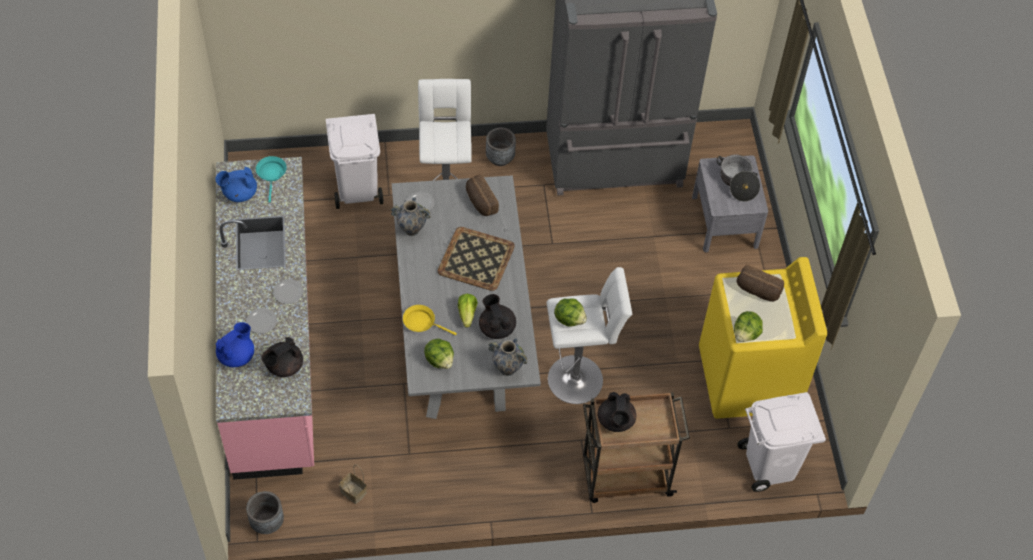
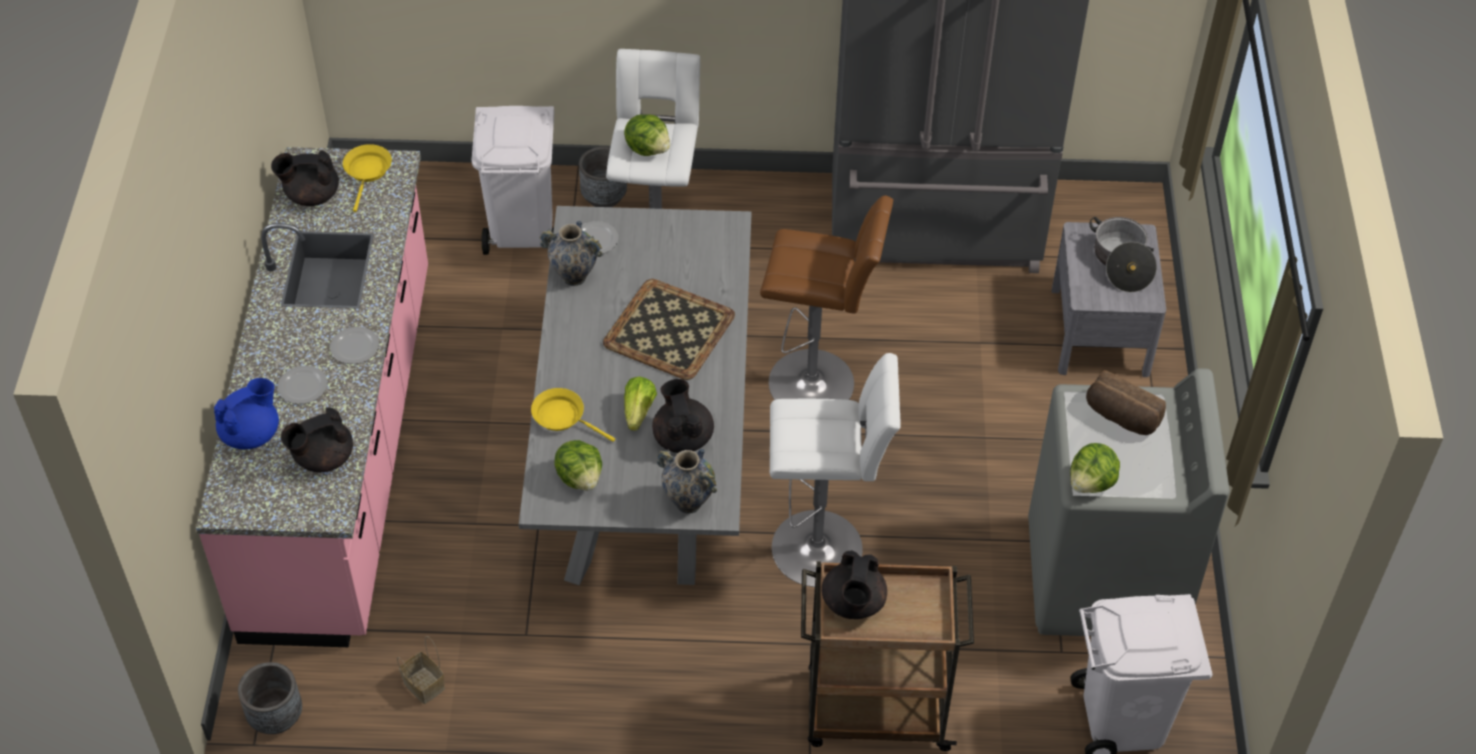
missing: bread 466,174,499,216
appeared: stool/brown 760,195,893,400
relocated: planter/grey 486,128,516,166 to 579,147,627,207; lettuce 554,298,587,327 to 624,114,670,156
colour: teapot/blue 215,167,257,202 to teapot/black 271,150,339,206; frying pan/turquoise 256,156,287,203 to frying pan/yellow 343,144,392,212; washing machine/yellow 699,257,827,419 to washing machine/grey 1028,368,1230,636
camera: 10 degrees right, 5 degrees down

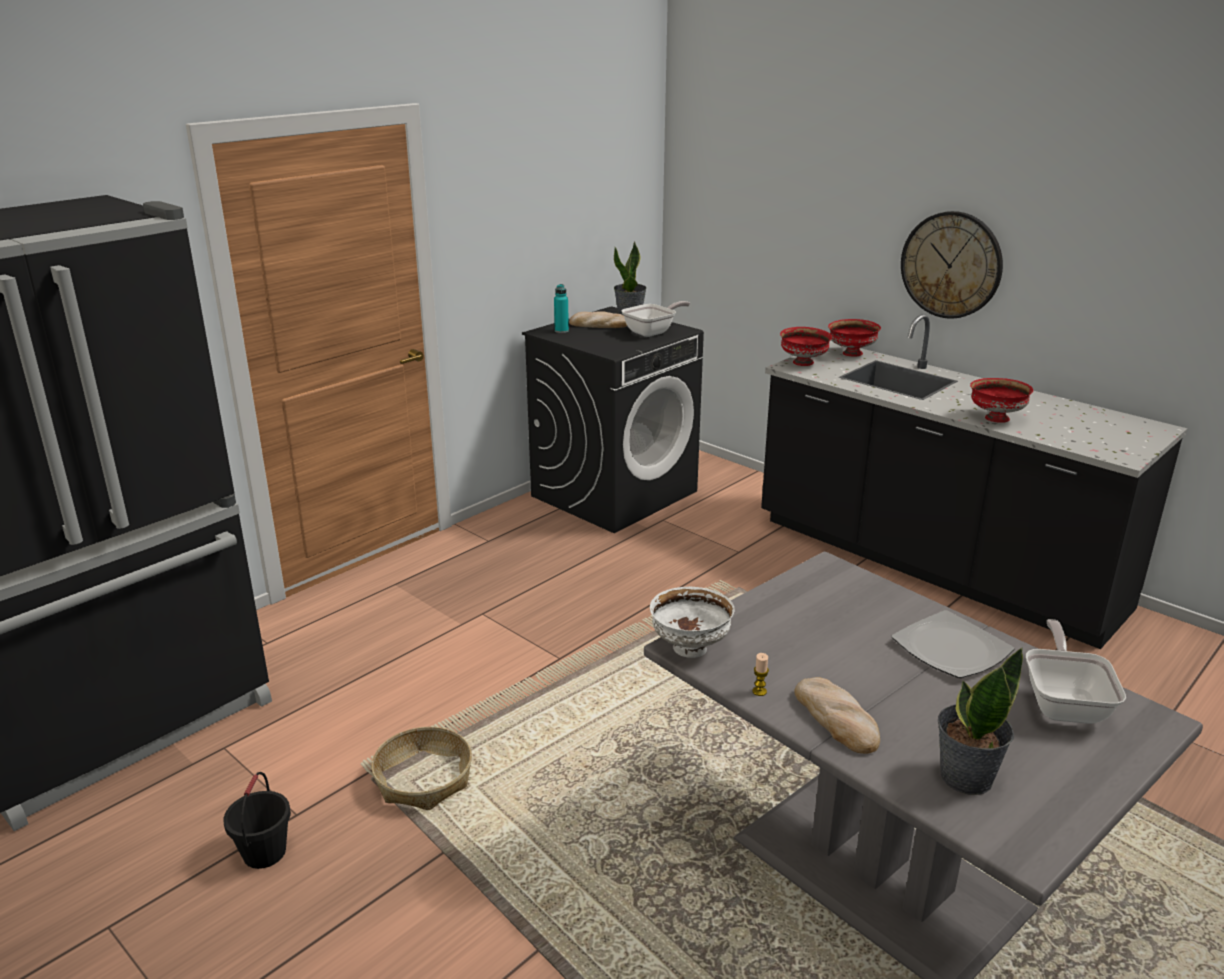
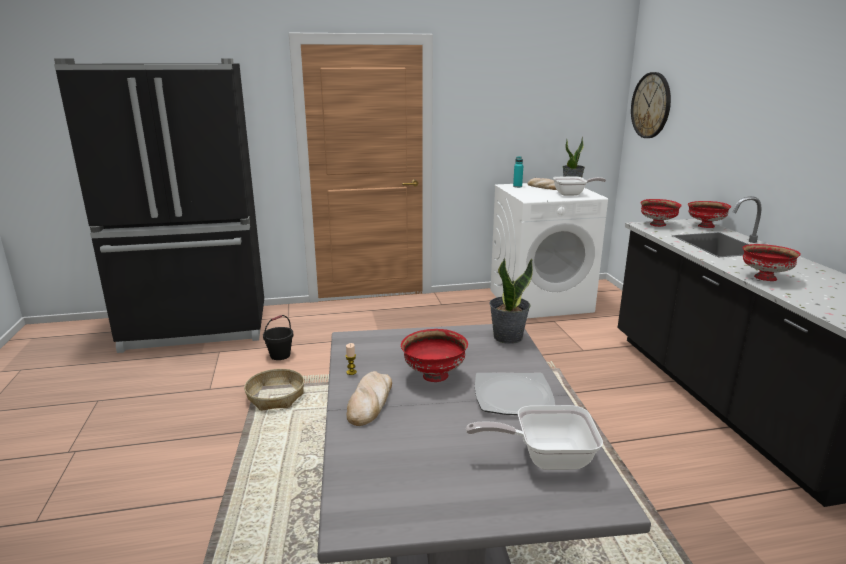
missing: bowl/white 650,587,735,658
appeared: bowl/red 401,329,468,382
relocated: bucket/black 223,772,291,869 to 263,315,294,360; wall clock 901,211,1003,319 to 631,72,671,138; potted plant 938,648,1023,795 to 489,258,533,344
colour: washing machine/black 522,306,704,533 to washing machine/white 490,183,608,318
spun: frying pan 1026,619,1126,724 = 466,405,603,470 135 degrees counterclockwise
camera: 35 degrees right, 5 degrees down

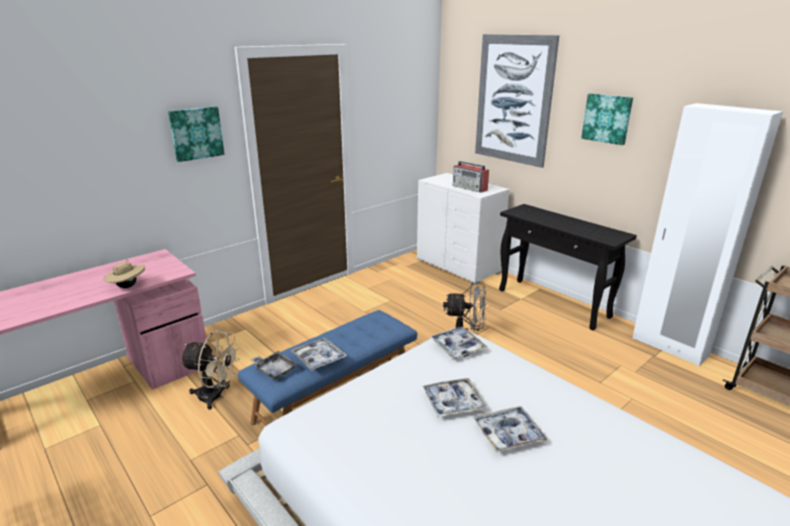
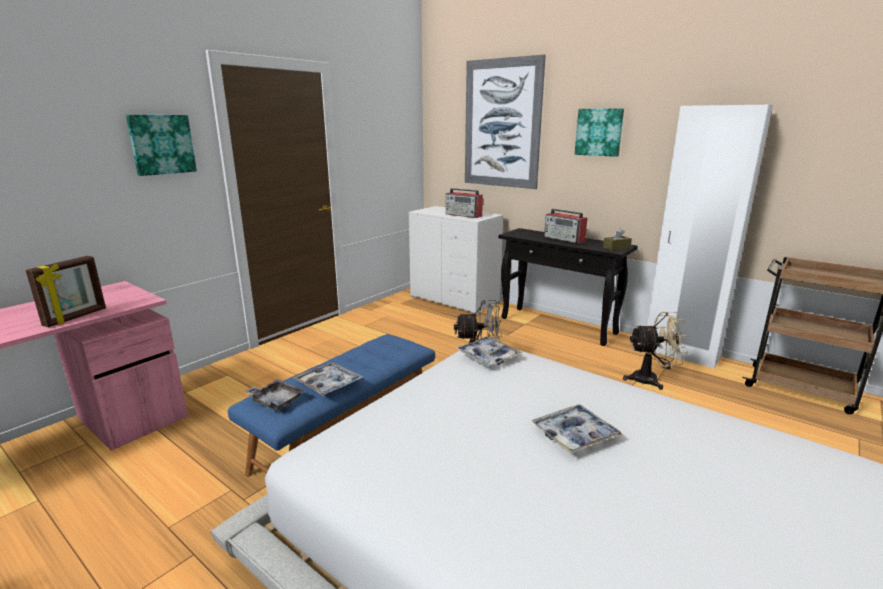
missing: tray 423,378,487,417
appeared: radio 544,209,587,244; tissue box/brown 603,228,632,251
relocated: fan/beige 180,330,240,410 to 623,312,689,390
exchanged: hat/beige 104,259,145,288 to picture frame 26,256,106,327
camera: 10 degrees left, 5 degrees down

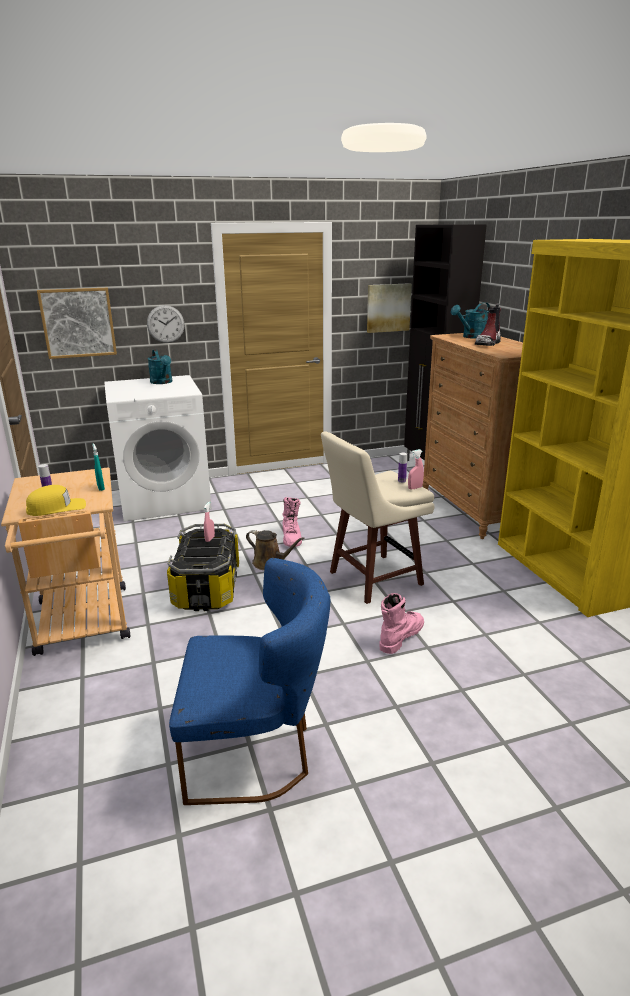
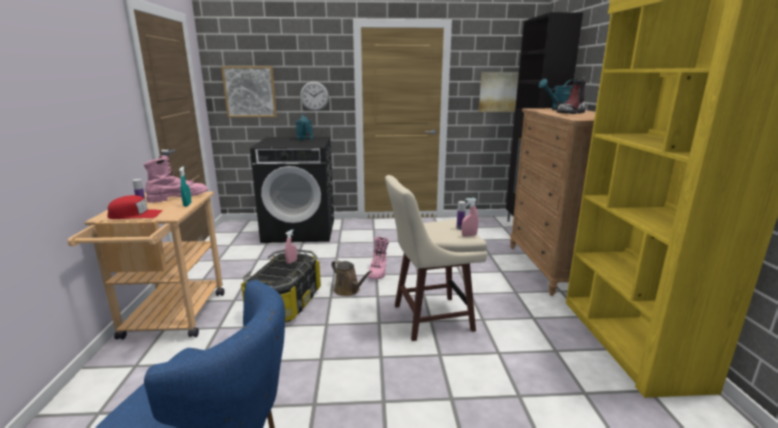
relocated: boot/pink 379,593,424,654 to 143,155,208,203
colour: cap/yellow 26,485,86,516 to cap/red 107,195,163,219; washing machine/white 104,375,212,522 to washing machine/black 250,137,334,243
camera: 15 degrees right, 5 degrees down

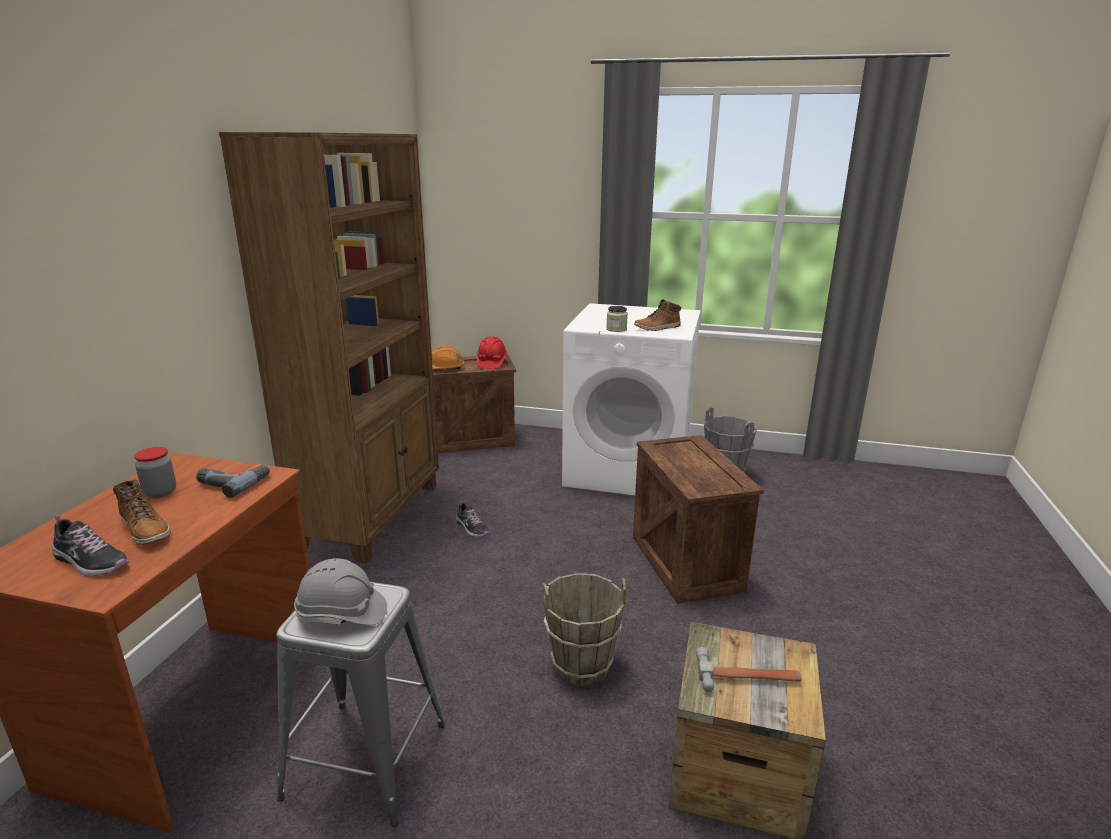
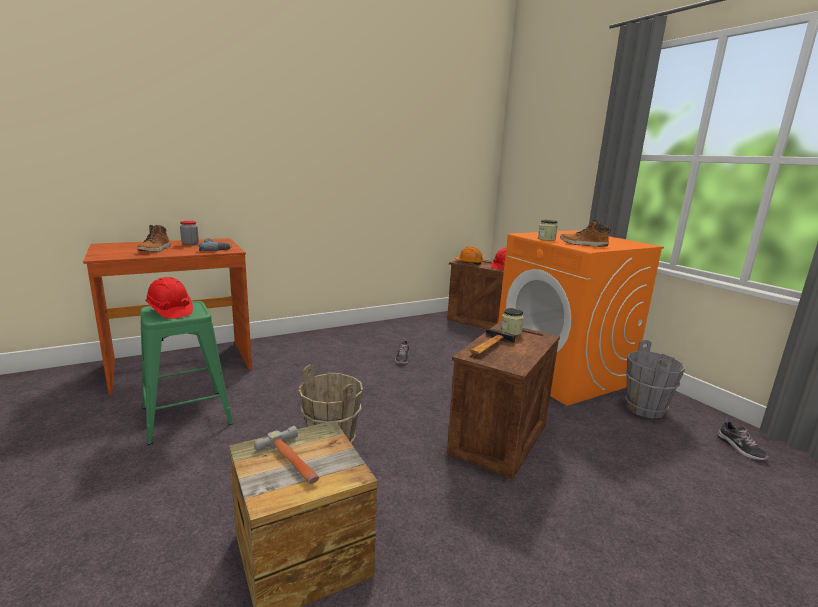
missing: bookcase/brown 219,132,439,563
appeared: hammer 470,329,516,354; jar 501,308,524,335
relocated: shoe 52,515,129,576 to 717,419,769,460
colour: stool/grey 276,582,445,827 to stool/green 140,301,233,445; hard hat/grey 294,558,387,625 to hard hat/red 145,277,193,319; washing machine/white 562,303,701,496 to washing machine/orange 498,230,664,406
camera: 45 degrees right, 5 degrees down

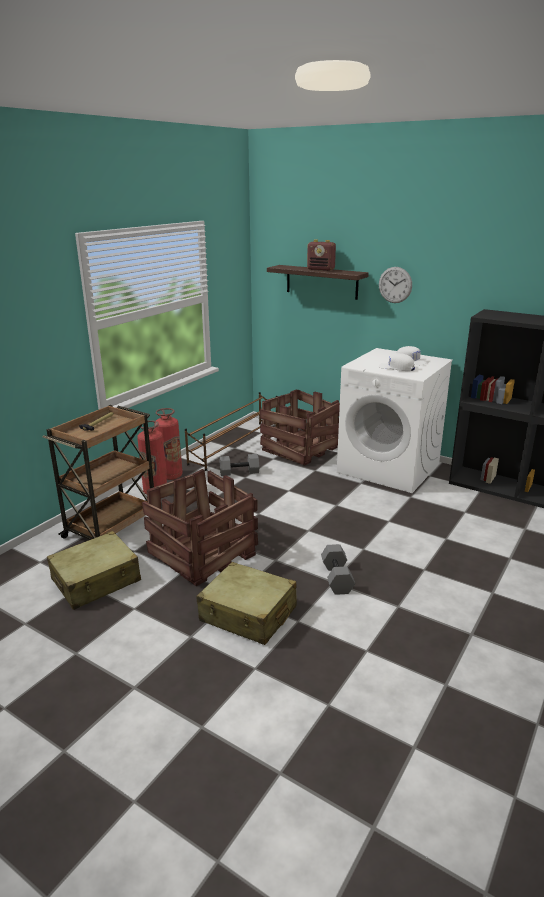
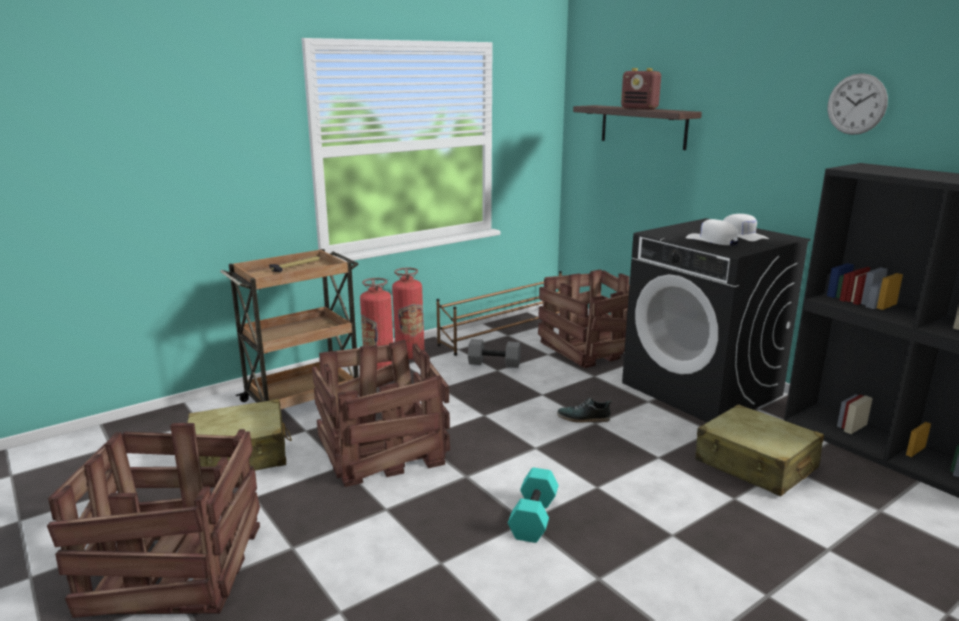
appeared: crate 47,423,260,618; shoe 557,398,612,423
relocated: suitcase/beige 197,562,297,645 to 696,404,824,496; wall clock 379,267,412,303 to 827,73,888,135
colour: dumbbell/grey 321,544,355,595 to dumbbell/turquoise 508,468,559,543; washing machine/white 337,348,453,493 to washing machine/black 622,218,811,422
camera: 20 degrees right, 5 degrees down

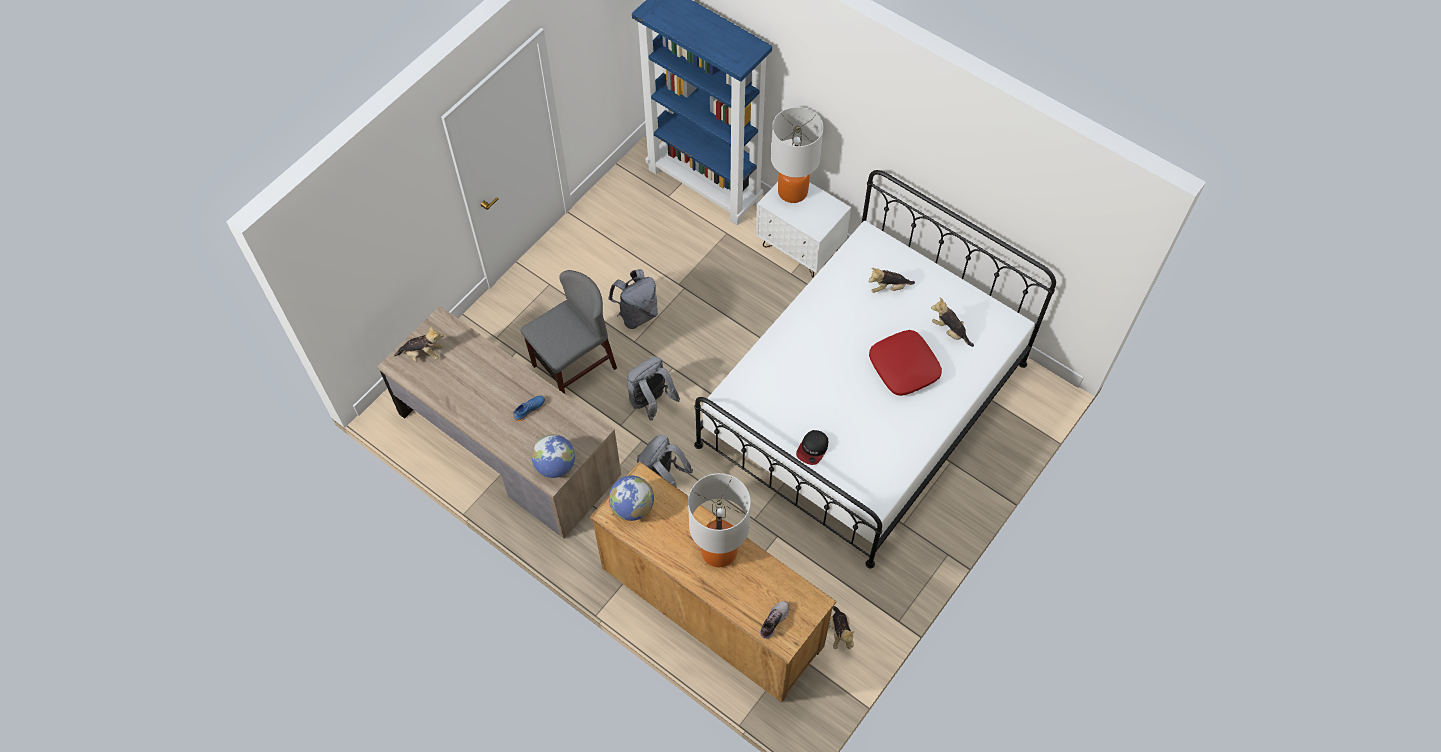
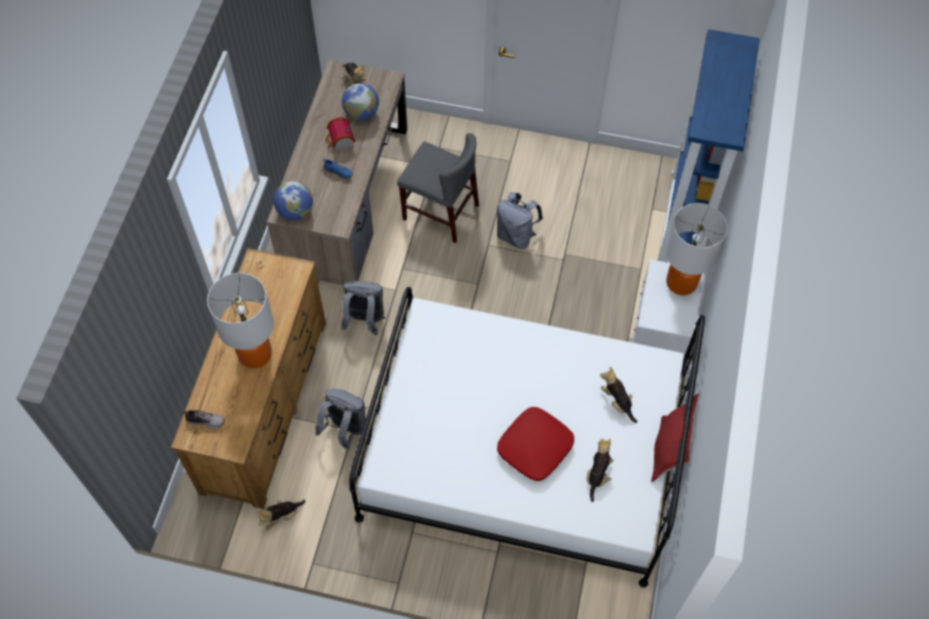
missing: cap 796,430,828,465
appeared: toy house 326,117,356,151; pillow/red 651,394,699,482
relocated: globe 609,476,654,521 to 342,83,379,121; backpack/grey 627,356,680,420 to 315,389,366,450
camera: 65 degrees right, 0 degrees up

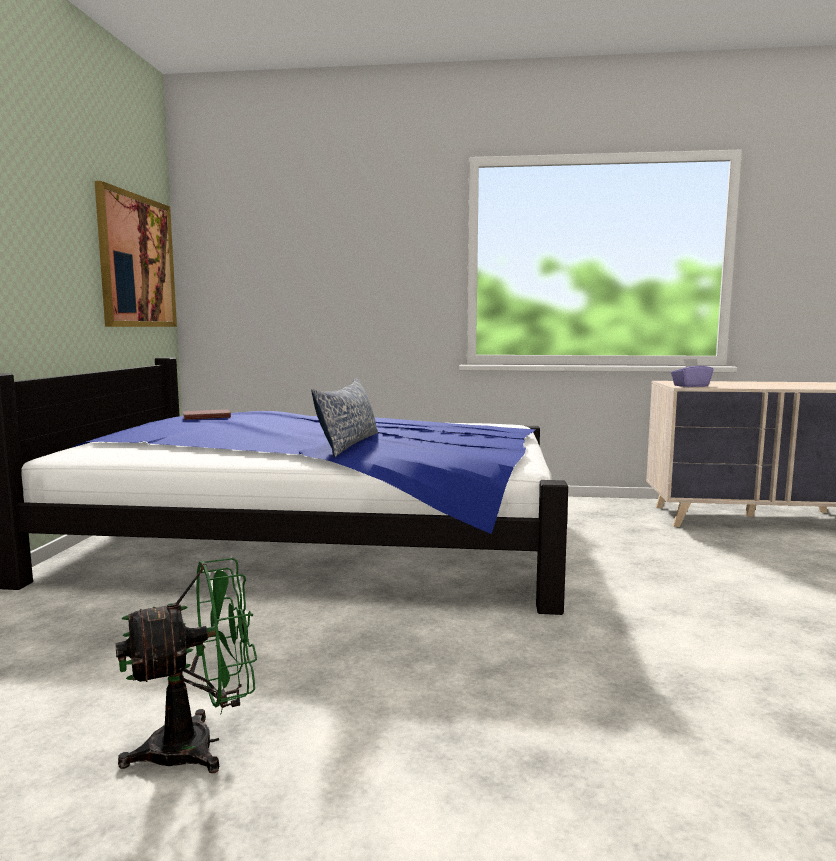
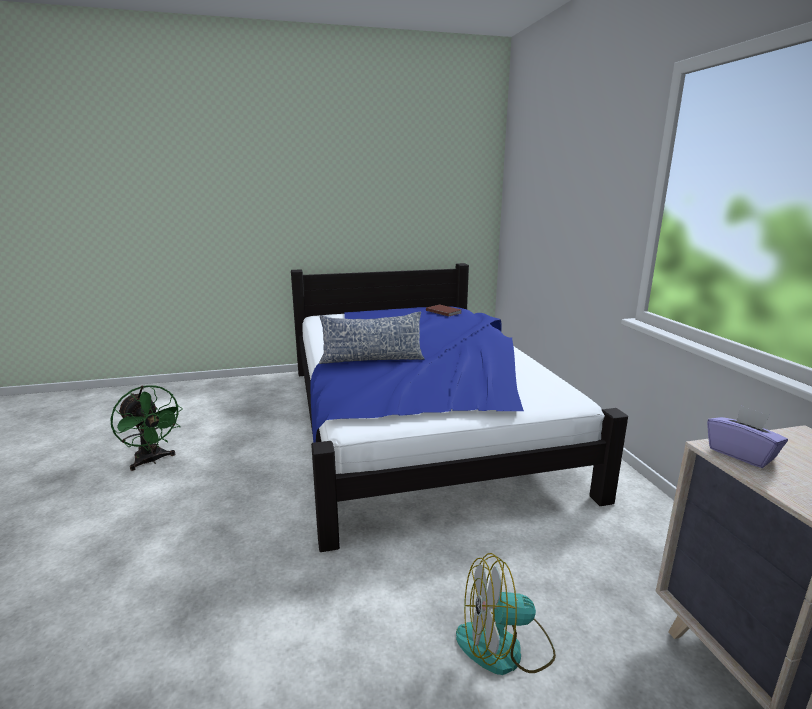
missing: picture 95,181,177,327
appeared: fan 456,553,556,675
camera: 70 degrees right, 10 degrees up

